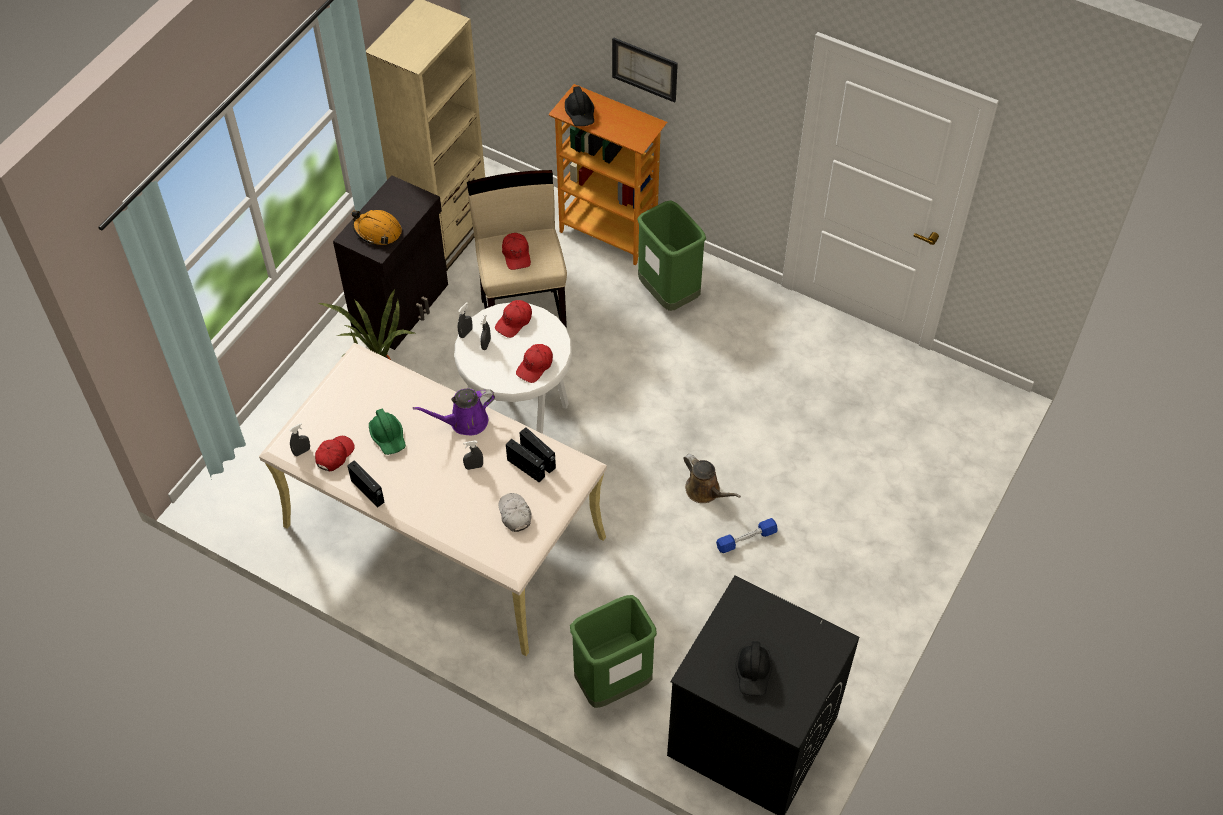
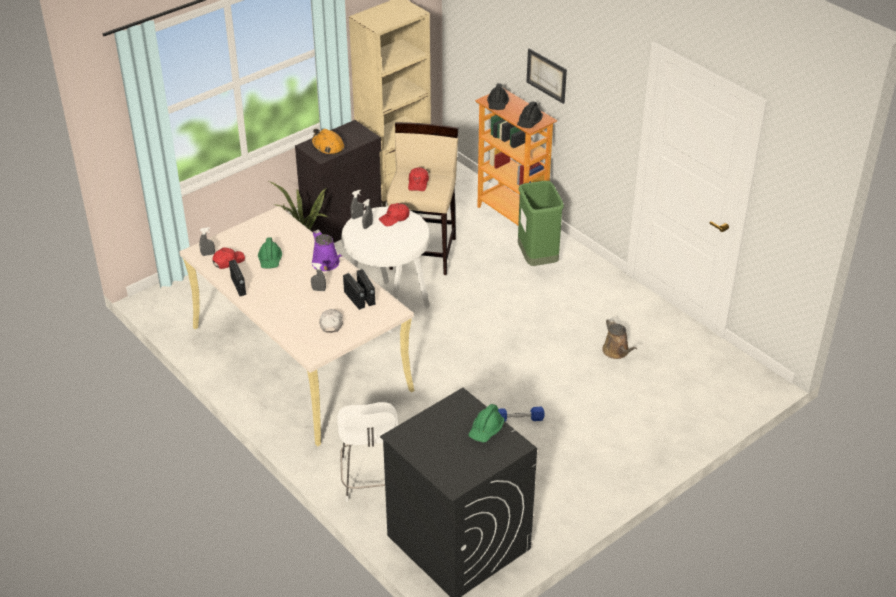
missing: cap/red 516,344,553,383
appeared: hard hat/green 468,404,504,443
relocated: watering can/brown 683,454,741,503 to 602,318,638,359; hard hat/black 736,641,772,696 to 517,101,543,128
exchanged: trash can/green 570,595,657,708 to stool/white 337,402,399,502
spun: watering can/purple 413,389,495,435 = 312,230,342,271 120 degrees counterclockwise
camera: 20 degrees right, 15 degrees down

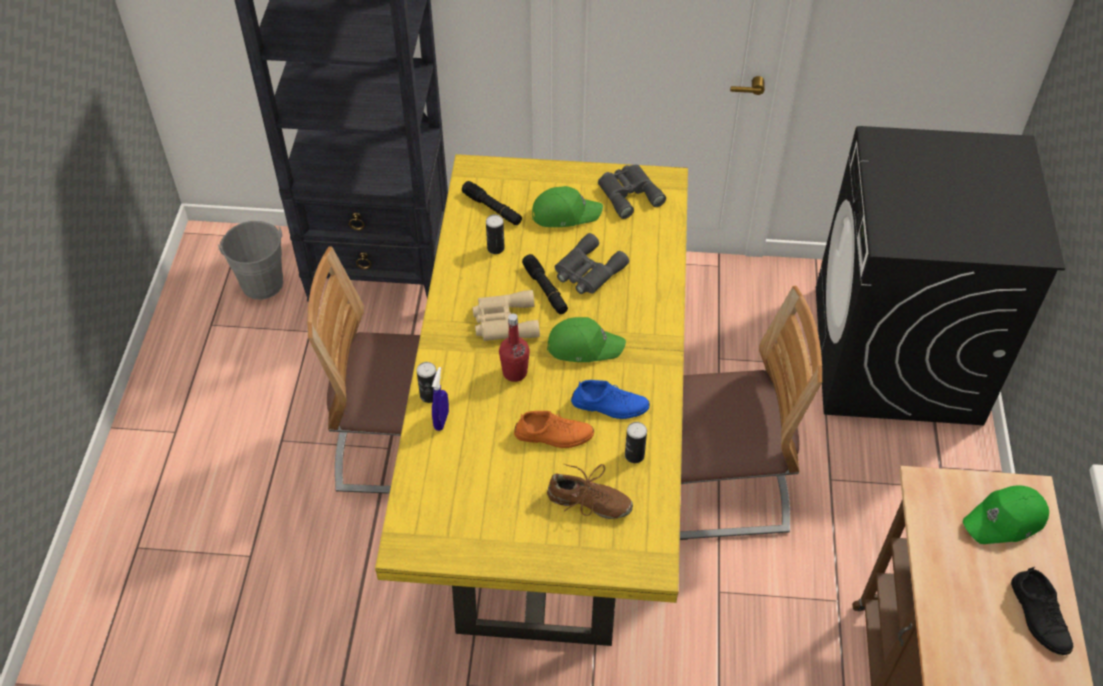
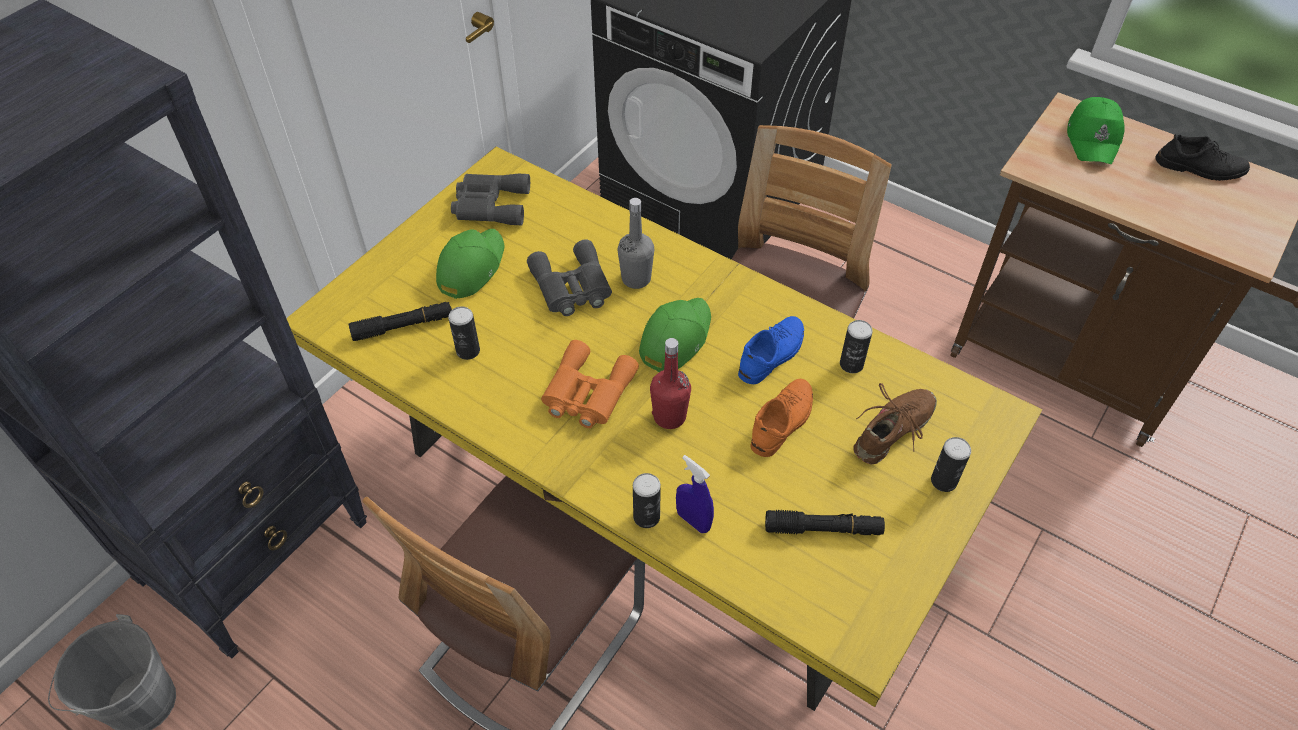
appeared: bottle/grey 618,198,654,289; can 931,437,971,492
relocated: flashlight/black 522,254,568,314 to 765,510,885,535
colour: binoculars/beige 473,290,540,341 to binoculars/orange 541,340,639,428
camera: 60 degrees left, 0 degrees up

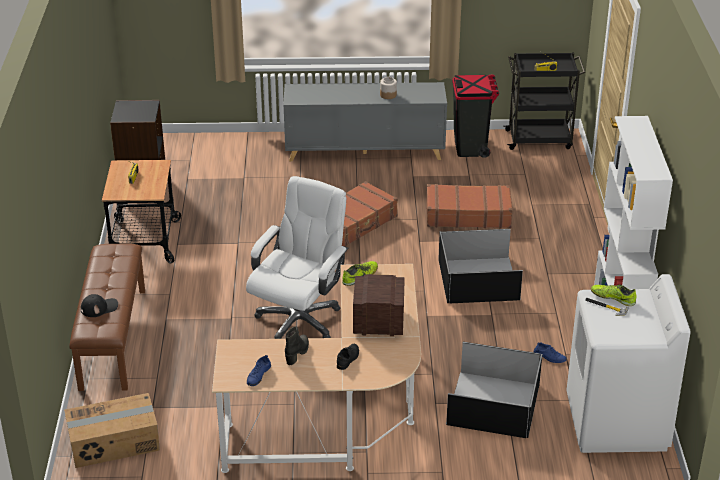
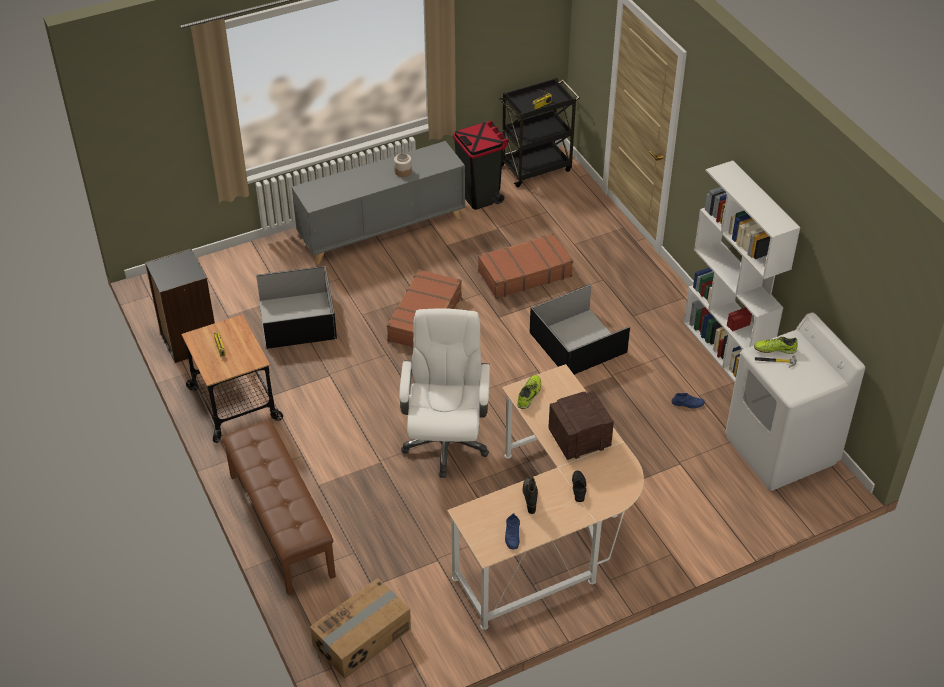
missing: cap/black 81,294,118,317
relocated: storage box/black 446,342,543,438 to 256,266,337,349
camera: 25 degrees left, 10 degrees up

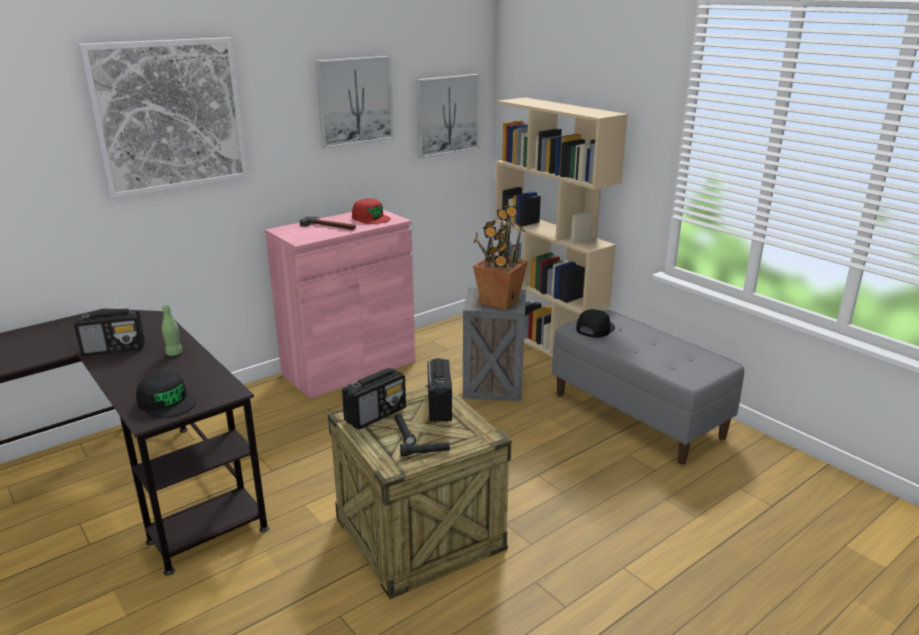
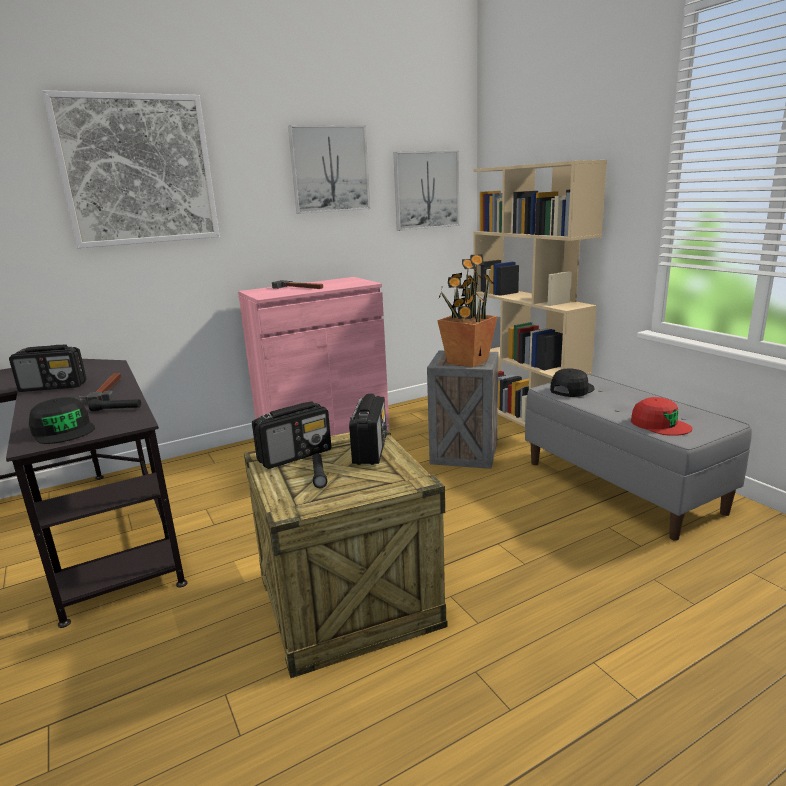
relocated: cap/red 352,199,391,224 to 631,397,693,436; flashlight/black 400,442,450,456 to 88,399,141,411
exchanged: bottle/green 162,305,182,356 to hammer 79,373,121,404
camera: 10 degrees right, 5 degrees down

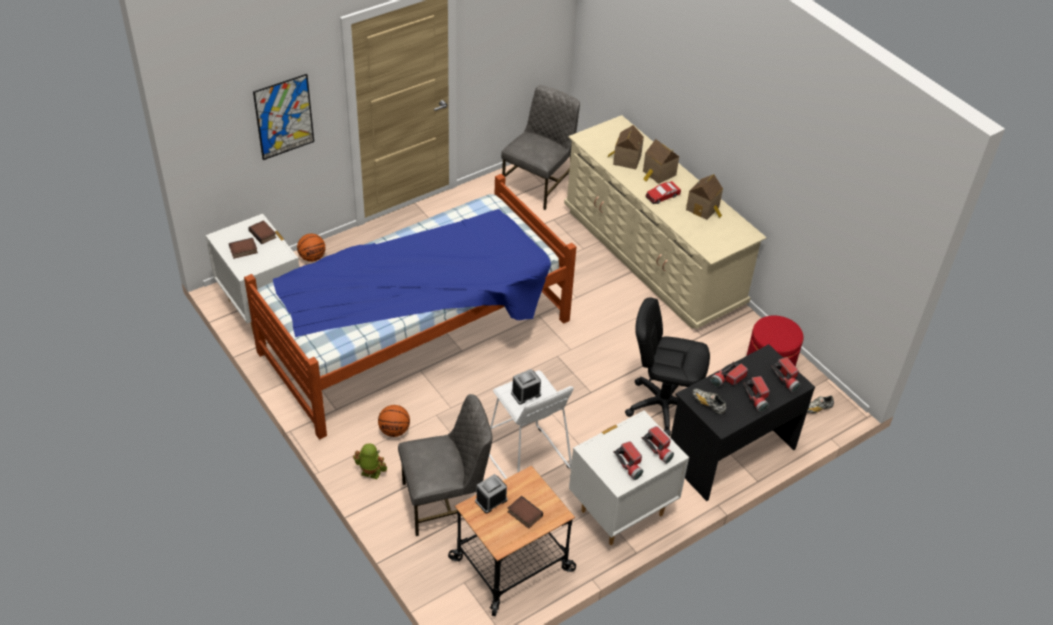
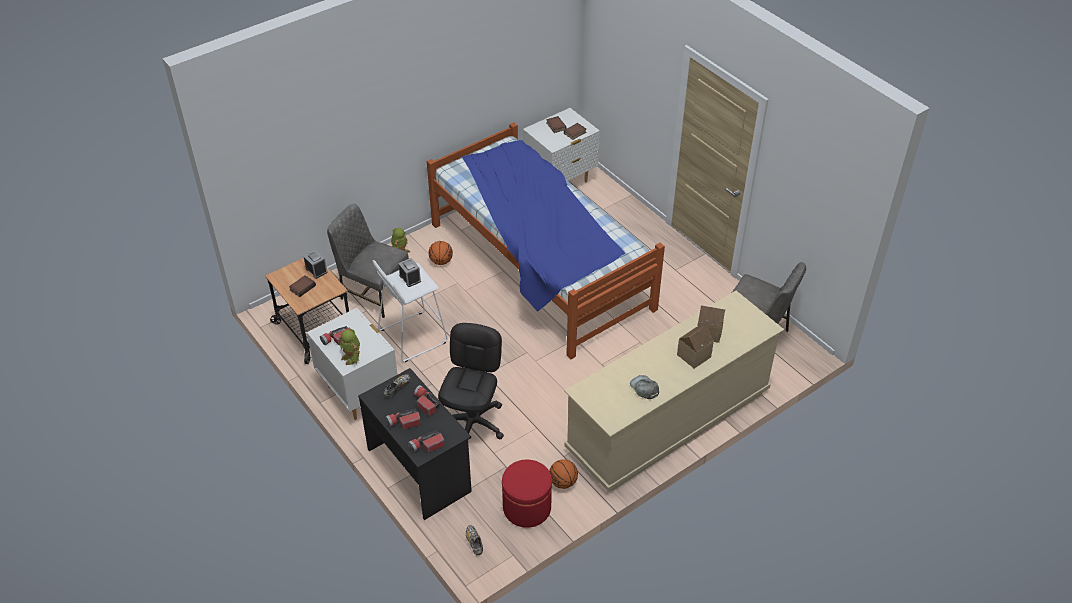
missing: picture 253,74,314,160; toy car 645,181,681,204
relocated: basketball 297,234,325,262 to 549,459,578,489
exchanged: flashlight 642,426,674,464 to toy robot 340,329,360,365; toy house 686,174,723,220 to cap/grey 630,375,659,399
spun: chair/grey 398,394,493,536 = 327,204,409,318 135 degrees clockwise
camera: 90 degrees right, 0 degrees up

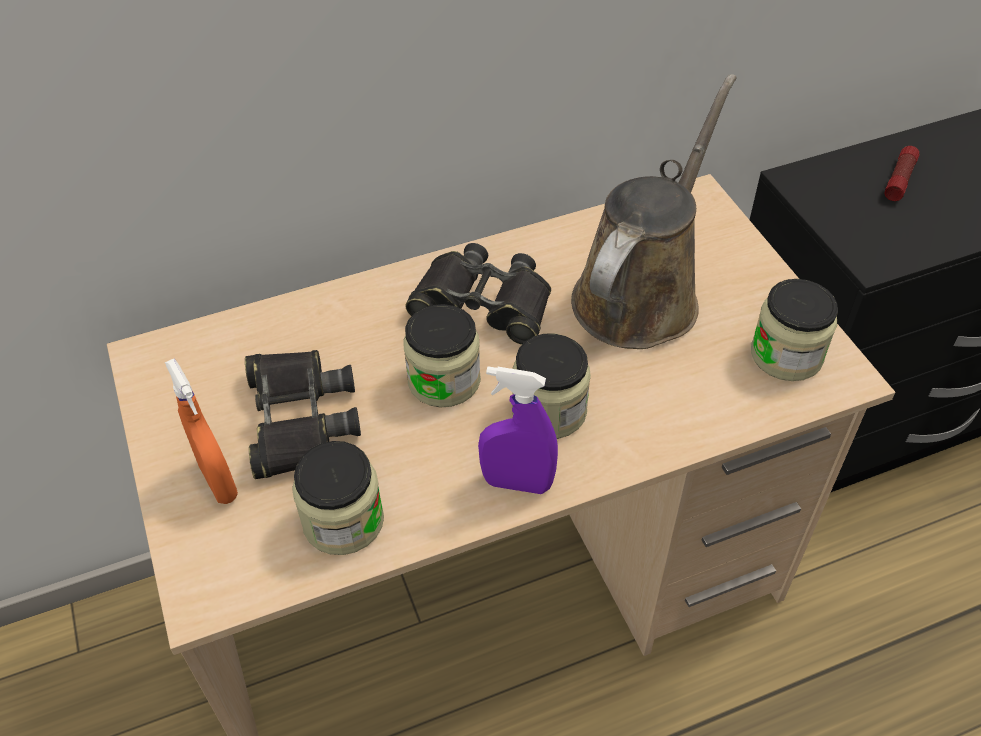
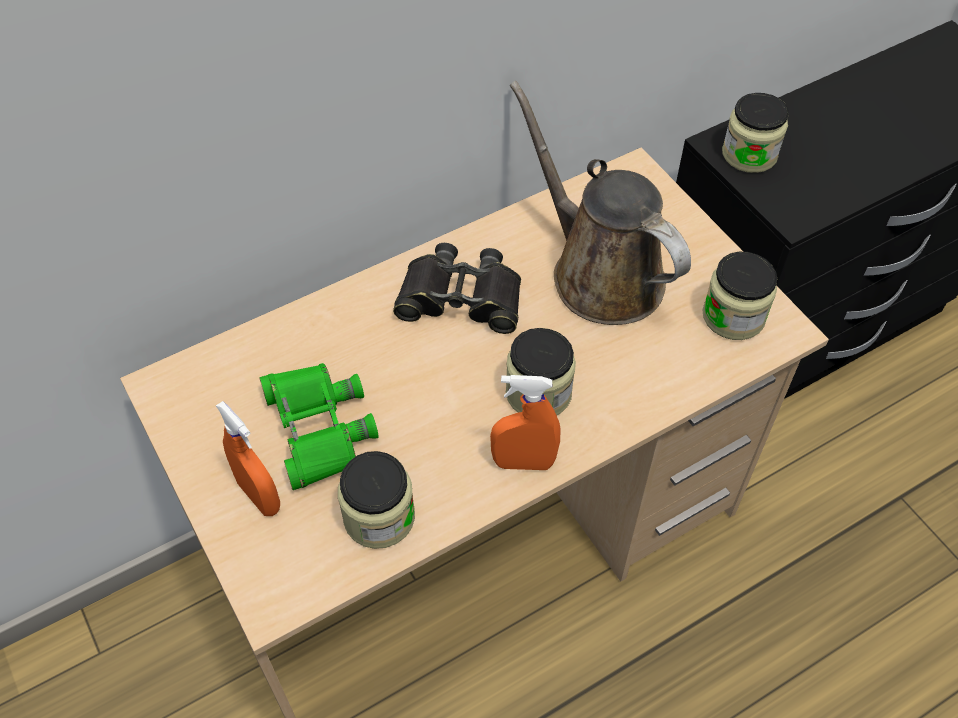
missing: flashlight 885,146,920,201
relocated: jar 403,304,481,408 to 722,93,789,173
colour: binoculars/black 245,350,361,479 to binoculars/green 259,363,379,490; spray bottle/purple 478,367,558,494 to spray bottle/orange 490,375,560,470
spun: watering can/brown 571,74,737,349 = 510,81,691,325 60 degrees counterclockwise
camera: 10 degrees left, 5 degrees up

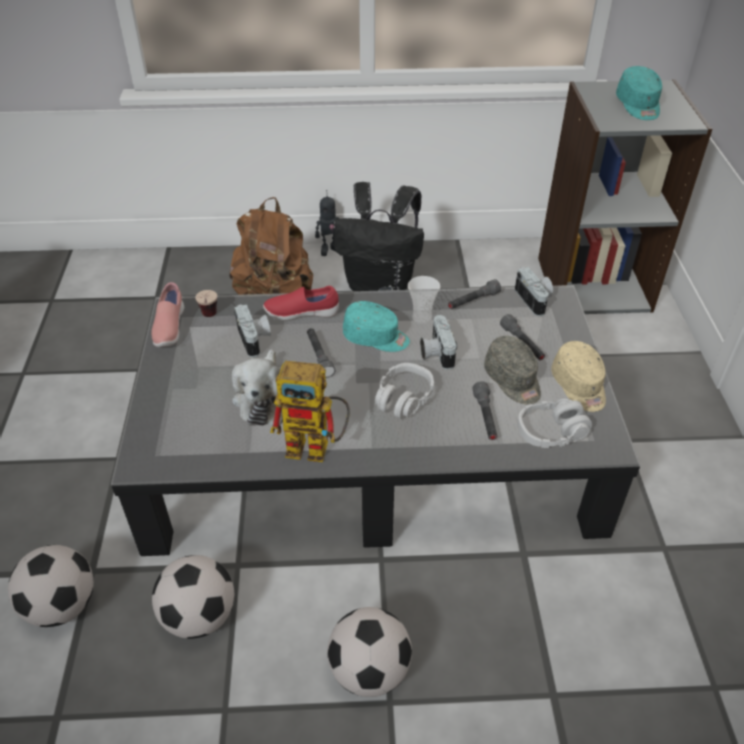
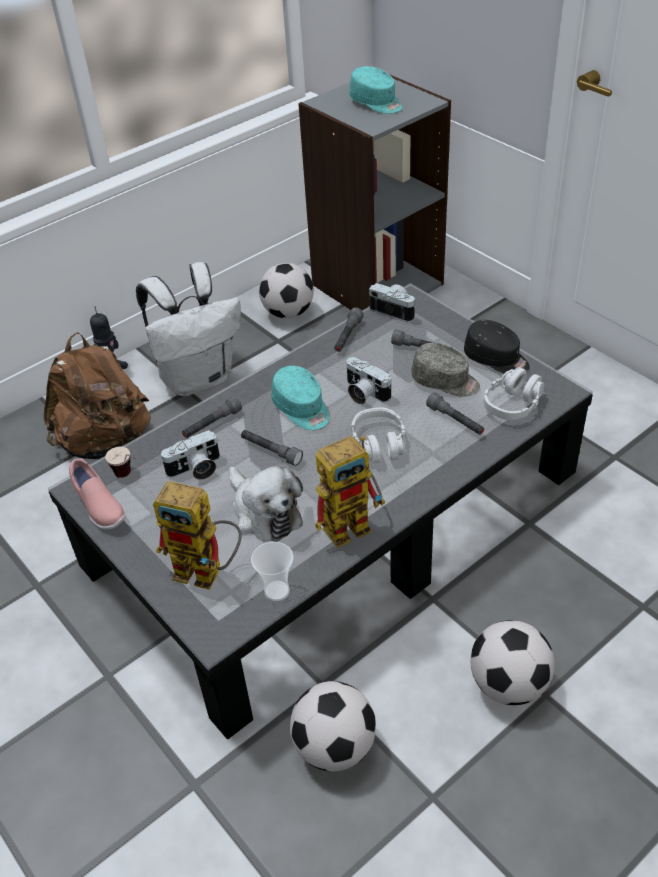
appeared: toy robot 153,481,242,590
relocated: football 8,545,94,627 to 259,263,314,318; cup 408,276,440,324 to 251,542,293,601
exchanged: shoe/red 263,286,339,320 to flashlight/grey 182,396,242,438
colour: backpack/black 334,182,424,291 to backpack/white 136,262,241,396; cap/beige 551,341,606,412 to cap/black 464,320,530,373
spun: photo camera 234,304,271,357 = 161,430,220,480 120 degrees clockwise; cap/turquoise 343,301,410,352 = 271,366,329,430 75 degrees clockwise
camera: 35 degrees left, 0 degrees up

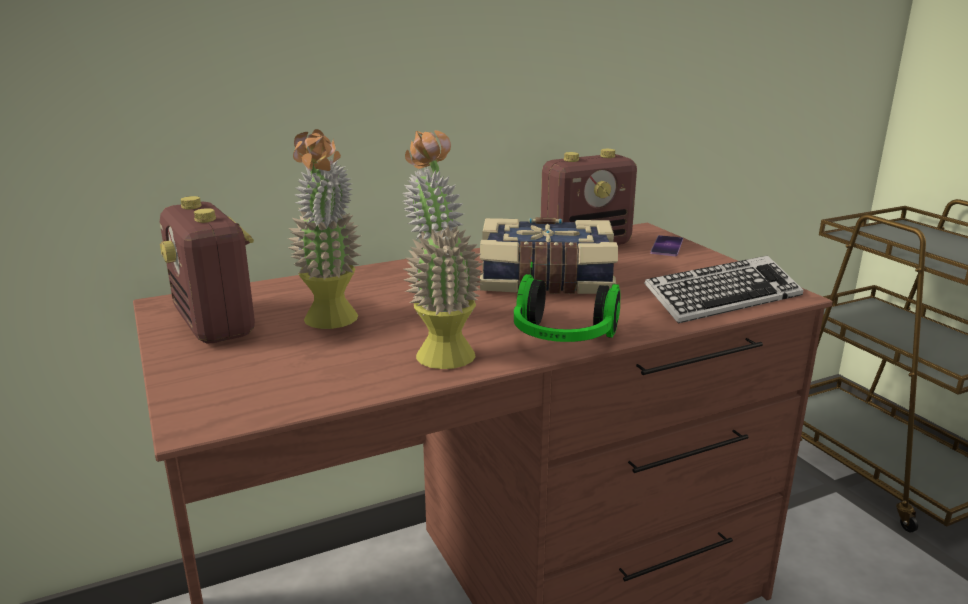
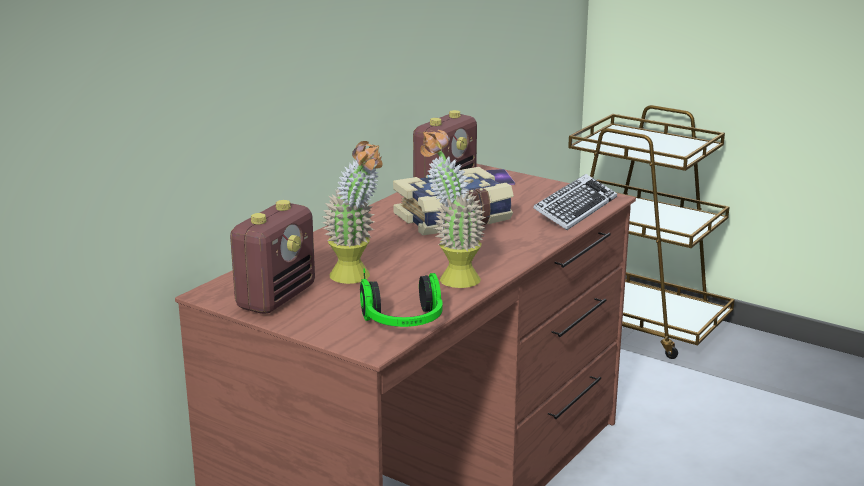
relocated: headphones 514,262,620,342 to 360,268,443,327
spun: radio 160,196,255,343 = 230,200,315,314 90 degrees counterclockwise
camera: 30 degrees left, 0 degrees up

